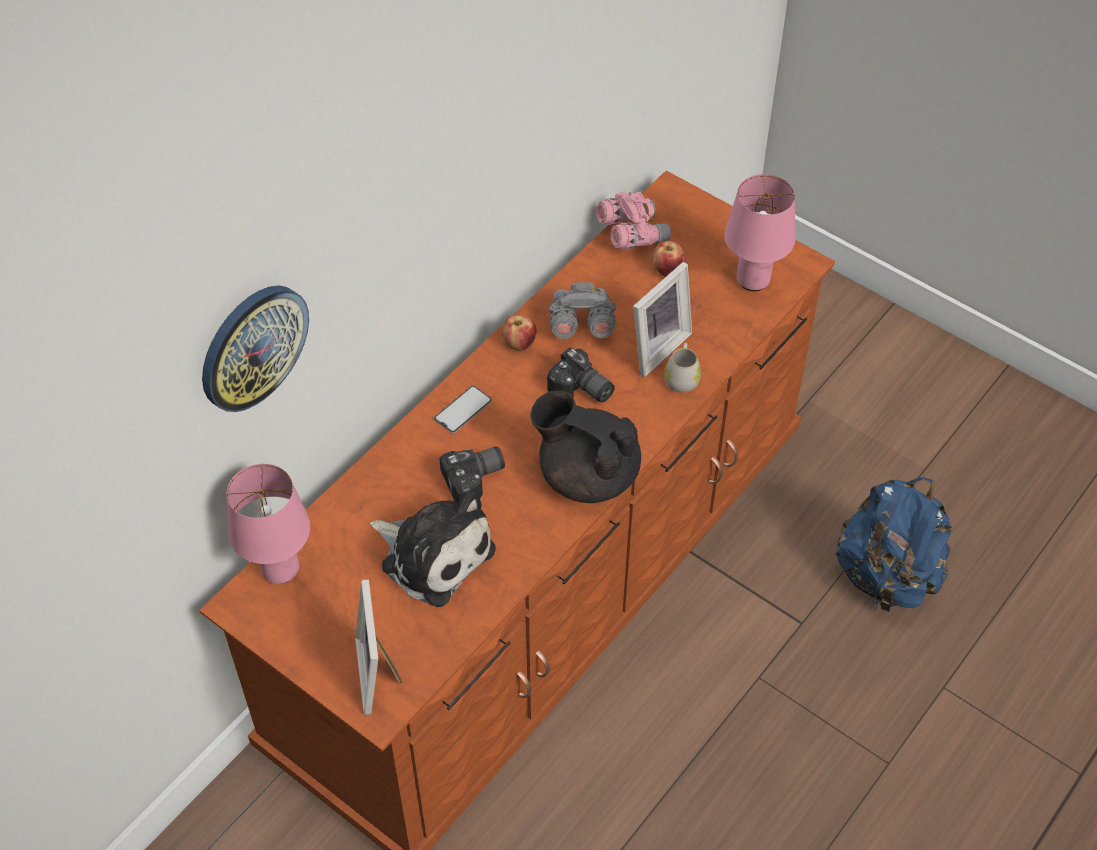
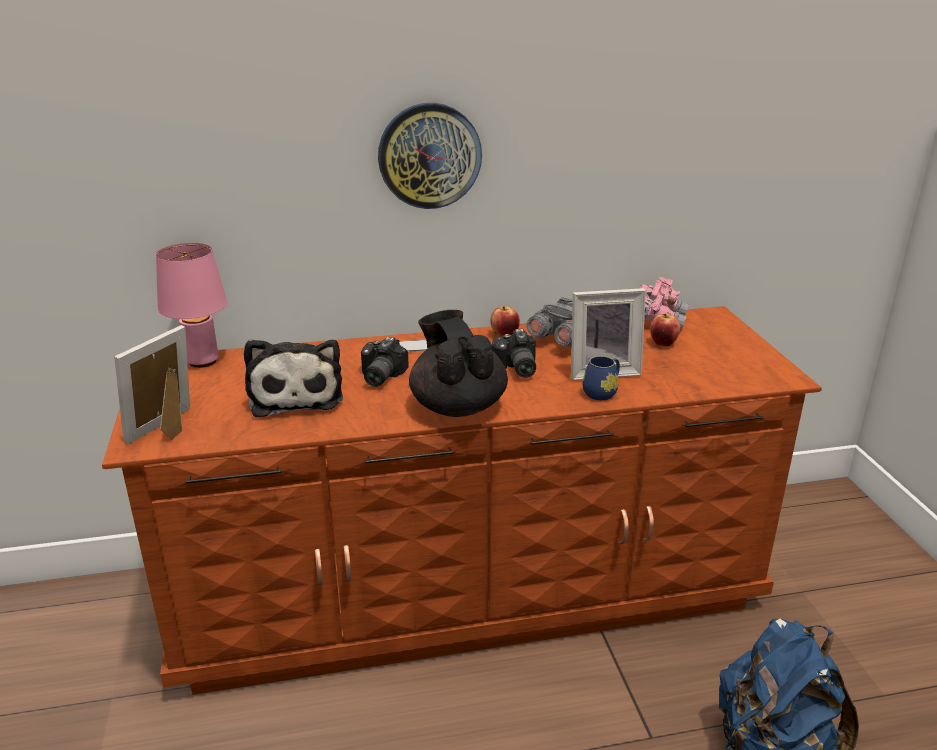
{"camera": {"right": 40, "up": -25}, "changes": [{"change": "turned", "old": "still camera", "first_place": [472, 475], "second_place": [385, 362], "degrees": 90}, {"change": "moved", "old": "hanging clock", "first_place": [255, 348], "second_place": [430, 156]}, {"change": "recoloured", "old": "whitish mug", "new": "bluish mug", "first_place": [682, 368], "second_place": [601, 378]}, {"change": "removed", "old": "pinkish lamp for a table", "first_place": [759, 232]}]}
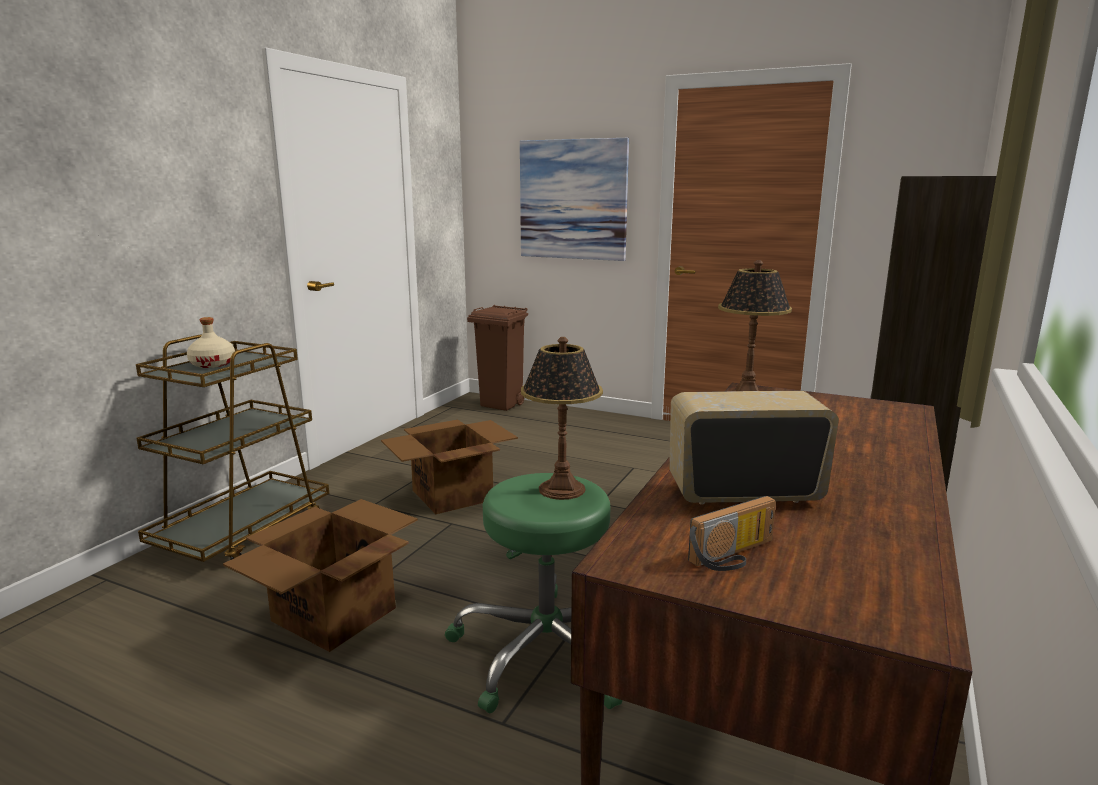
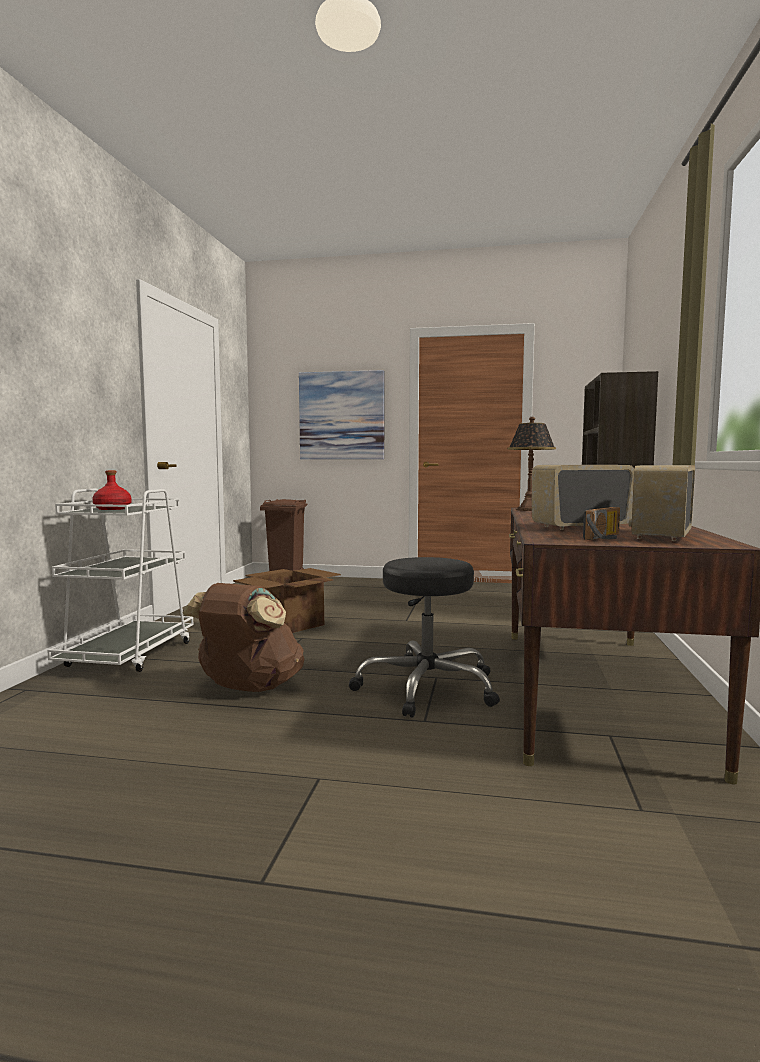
{"camera": {"right": -15, "up": -10}, "changes": [{"change": "recoloured", "old": "brownish cart", "new": "whitish cart", "first_place": [232, 448], "second_place": [120, 580]}, {"change": "recoloured", "old": "sand-coloured bottle", "new": "reddish bottle", "first_place": [211, 342], "second_place": [112, 490]}, {"change": "replaced", "old": "cardboard box", "new": "brownish knapsack", "first_place": [320, 575], "second_place": [243, 637]}, {"change": "recoloured", "old": "green-coloured stool seat", "new": "black stool seat", "first_place": [533, 593], "second_place": [424, 637]}, {"change": "added", "new": "radio receiver", "second_place": [662, 503]}, {"change": "removed", "old": "lamp for a table", "first_place": [562, 418]}]}
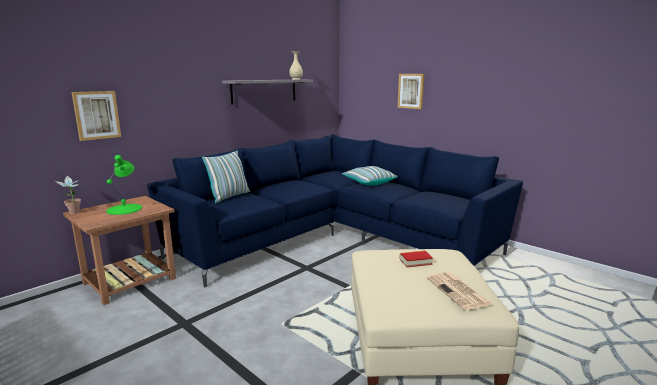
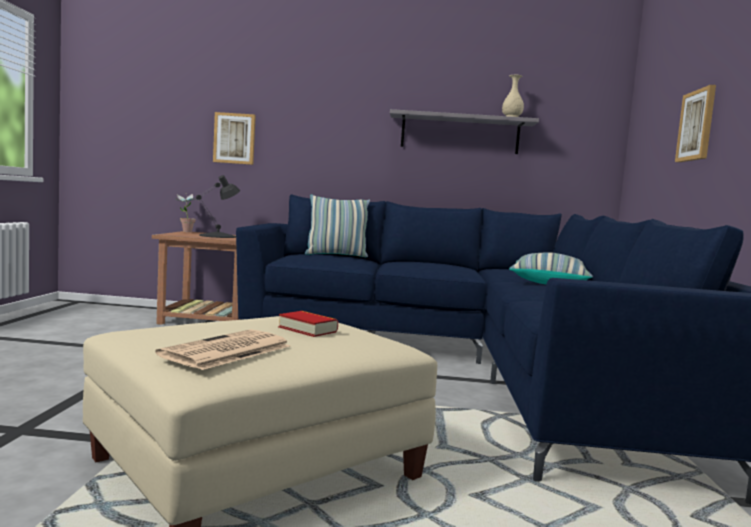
{"camera": {"right": 50, "up": -10}, "changes": [{"change": "recoloured", "old": "green-coloured lamp for a table", "new": "black lamp for a table", "first_place": [124, 185], "second_place": [218, 206]}]}
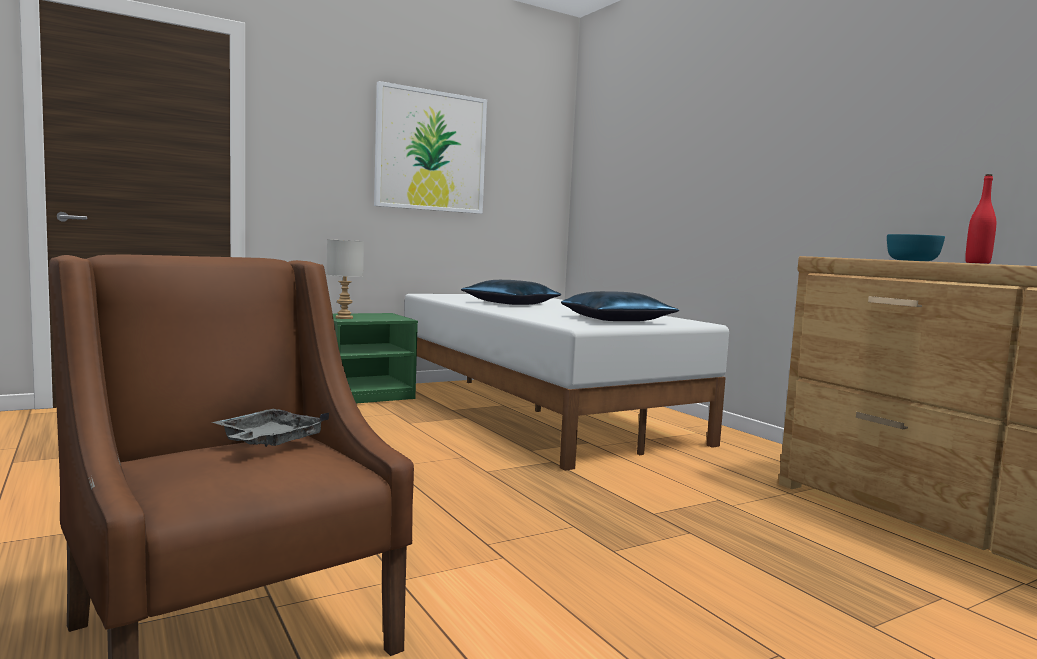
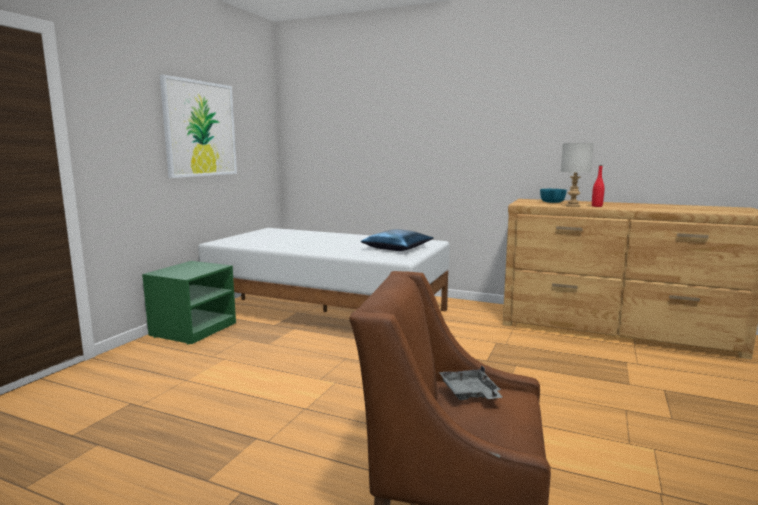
{"camera": {"right": -35, "up": 5}, "changes": [{"change": "moved", "old": "greyish lamp for a table", "first_place": [345, 279], "second_place": [577, 175]}, {"change": "removed", "old": "bluish cushion", "first_place": [511, 292]}]}
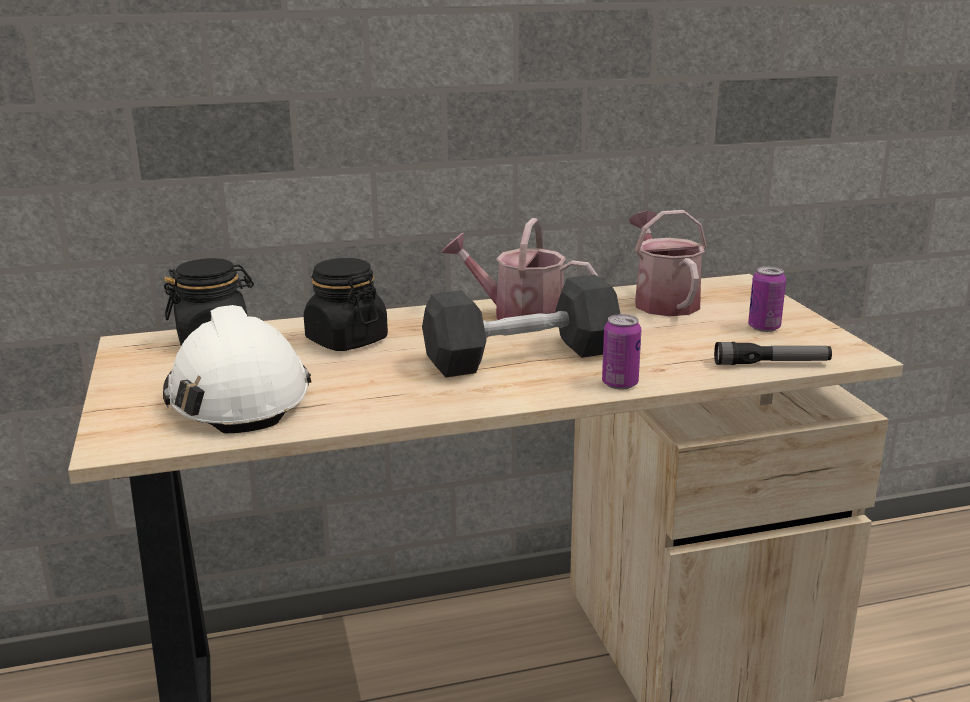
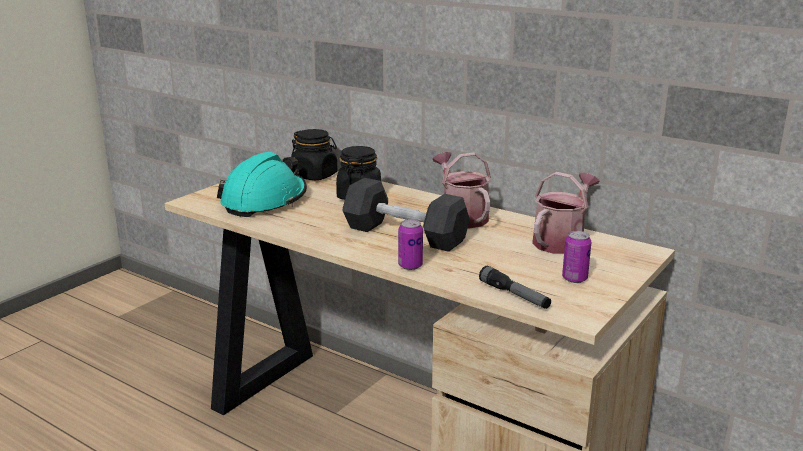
{"camera": {"right": 50, "up": 0}, "changes": [{"change": "recoloured", "old": "whitish hard hat", "new": "turquoise-coloured hard hat", "first_place": [237, 369], "second_place": [262, 184]}]}
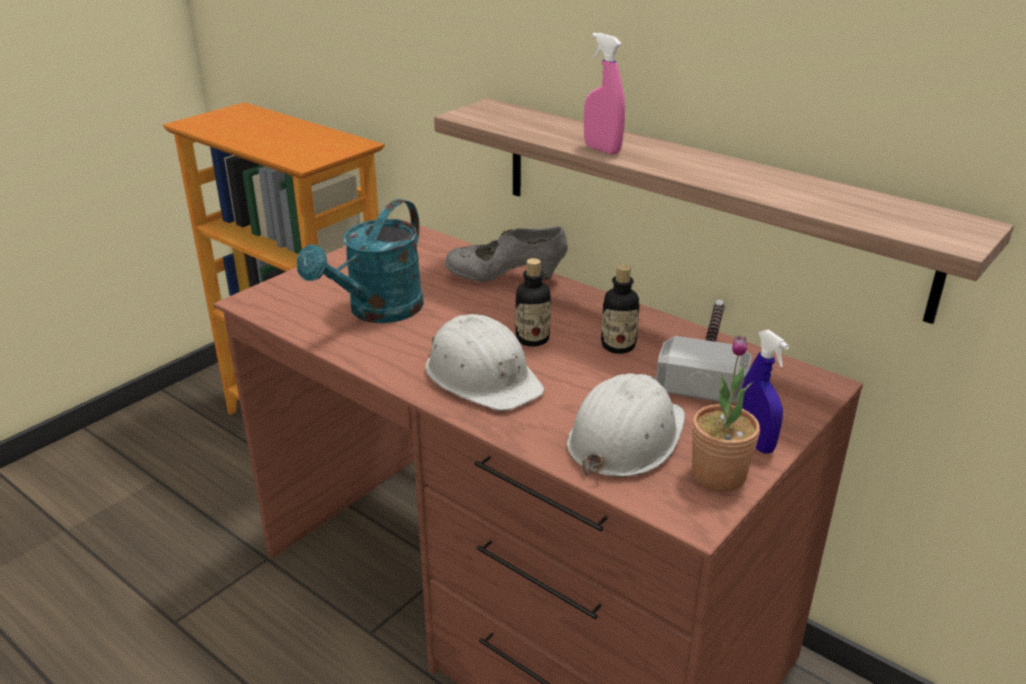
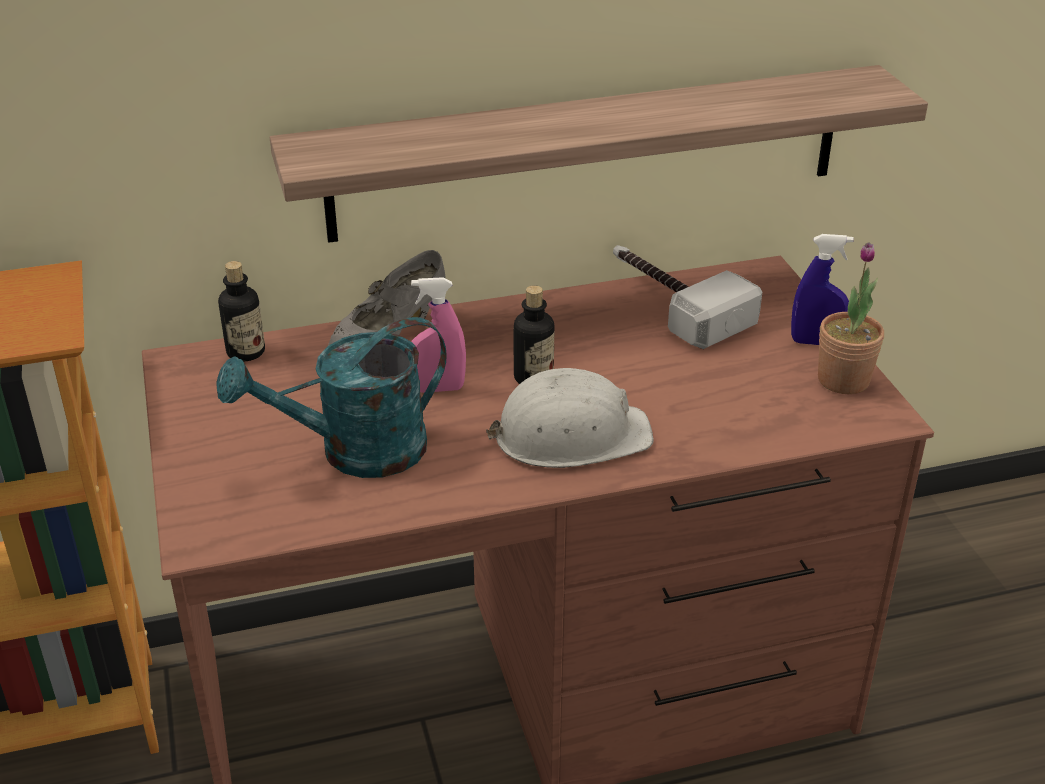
{"camera": {"right": -55, "up": 5}, "changes": [{"change": "turned", "old": "turquoise-coloured watering can", "first_place": [360, 261], "second_place": [331, 397], "degrees": 90}, {"change": "moved", "old": "bottle", "first_place": [620, 309], "second_place": [241, 311]}, {"change": "moved", "old": "pinkish hand sprayer", "first_place": [604, 94], "second_place": [438, 335]}, {"change": "removed", "old": "whitish hard hat", "first_place": [626, 425]}]}
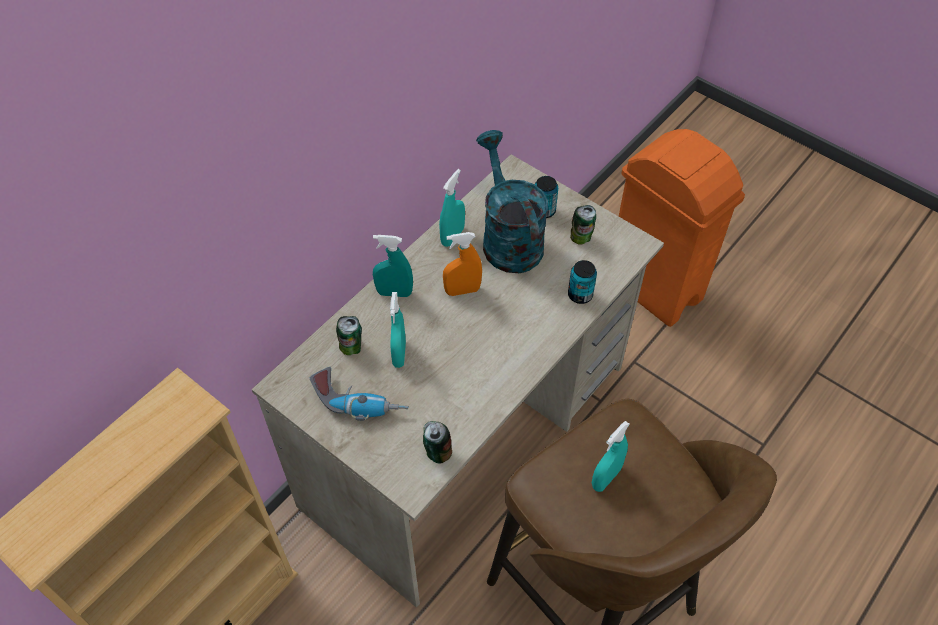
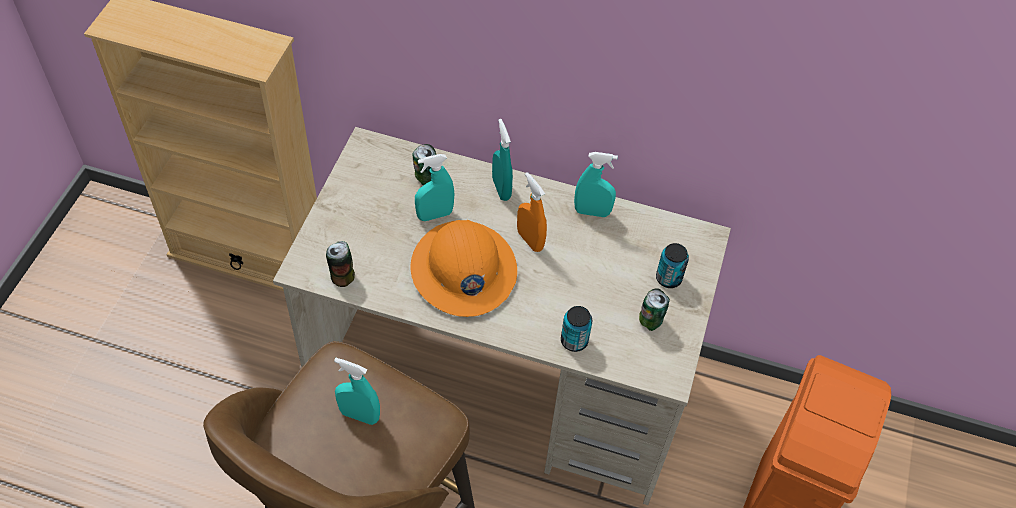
{"camera": {"right": 65, "up": 0}, "changes": [{"change": "added", "new": "orangey hard hat", "second_place": [463, 268]}, {"change": "removed", "old": "drill", "first_place": [359, 394]}, {"change": "removed", "old": "turquoise-coloured watering can", "first_place": [512, 201]}]}
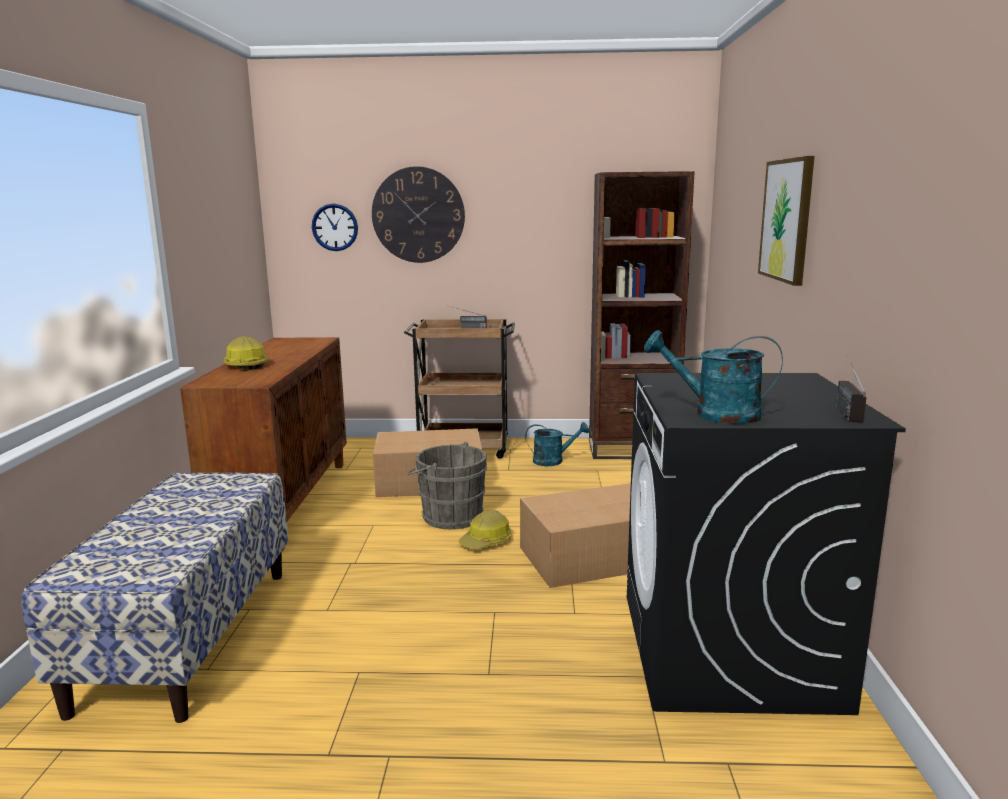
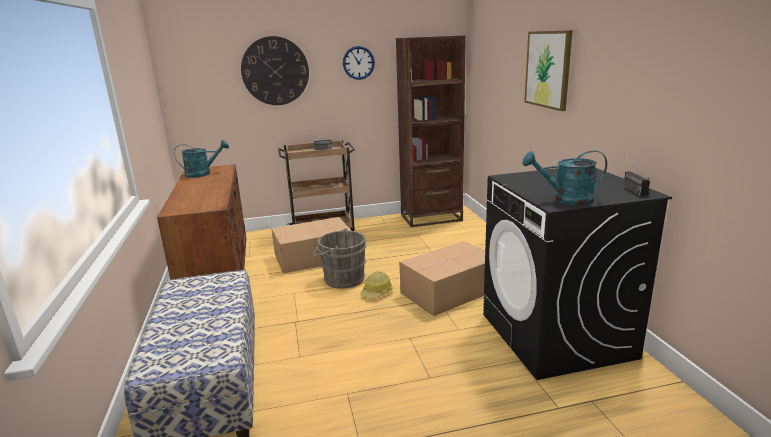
{"camera": {"right": -15, "up": 5}, "changes": [{"change": "moved", "old": "turquoise-coloured watering can", "first_place": [557, 444], "second_place": [201, 159]}, {"change": "moved", "old": "hanging clock", "first_place": [335, 227], "second_place": [359, 63]}, {"change": "removed", "old": "hard hat", "first_place": [245, 353]}]}
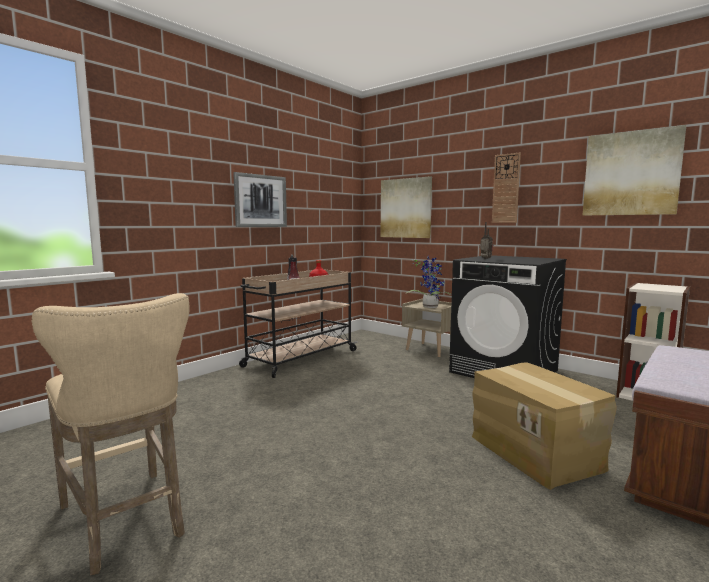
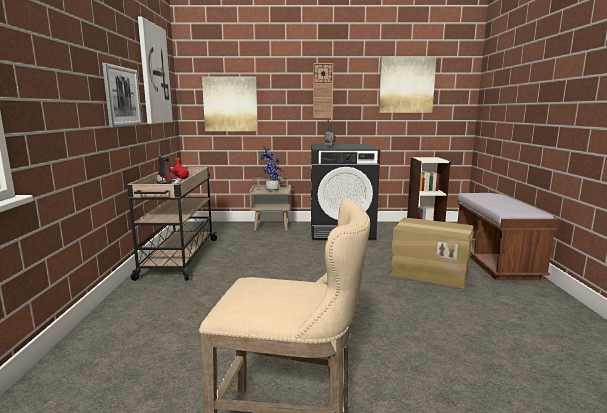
{"camera": {"right": -40, "up": 5}, "changes": [{"change": "added", "new": "picture", "second_place": [155, 70]}]}
